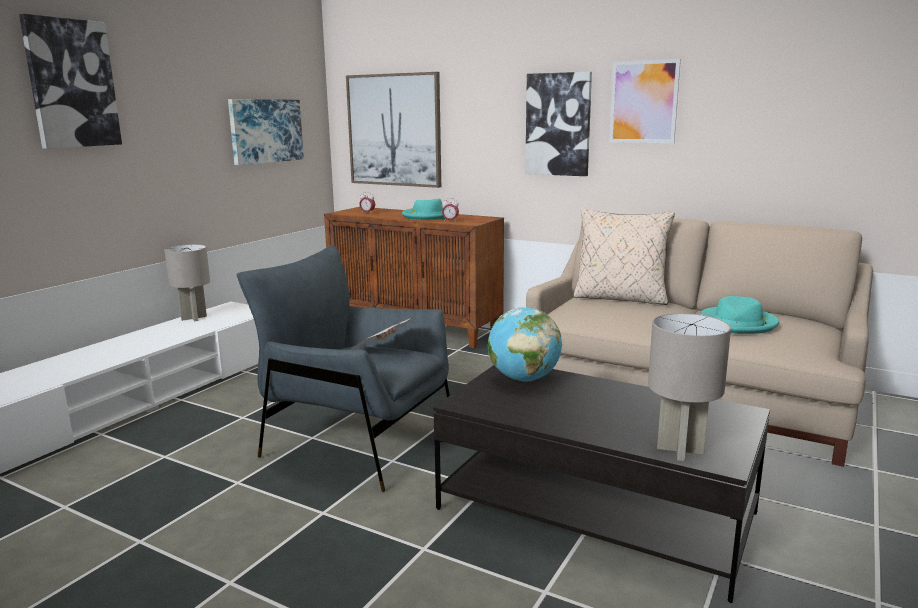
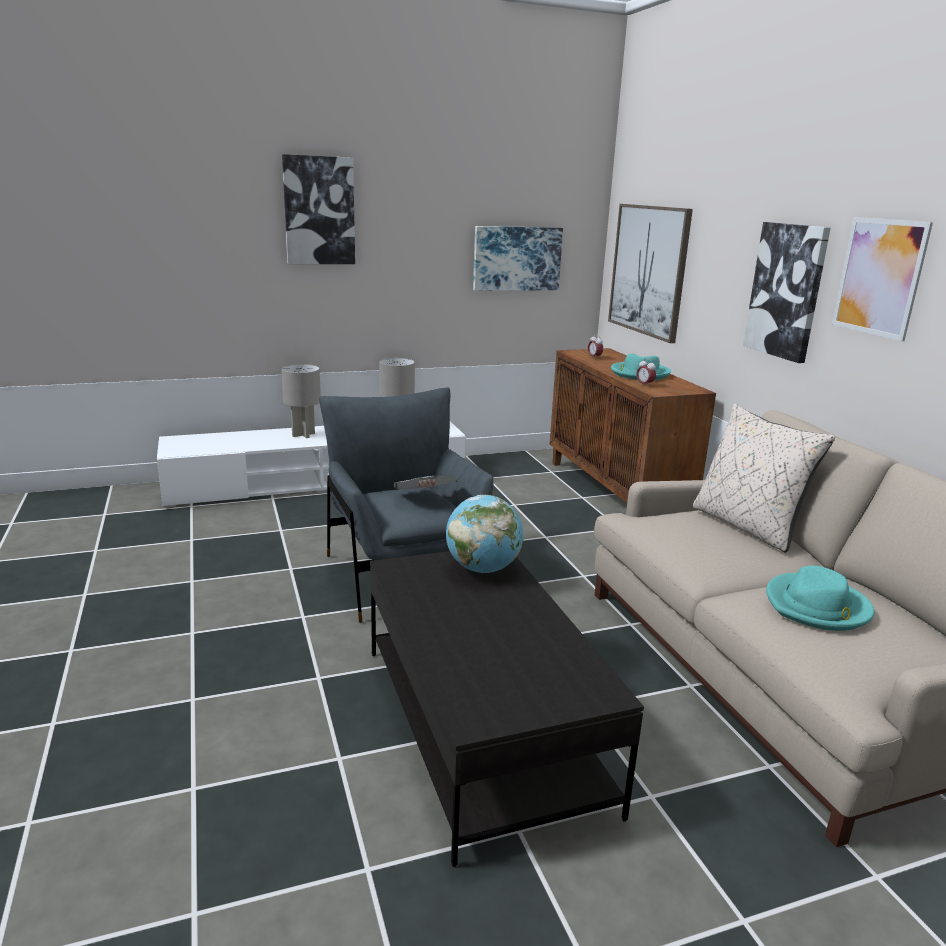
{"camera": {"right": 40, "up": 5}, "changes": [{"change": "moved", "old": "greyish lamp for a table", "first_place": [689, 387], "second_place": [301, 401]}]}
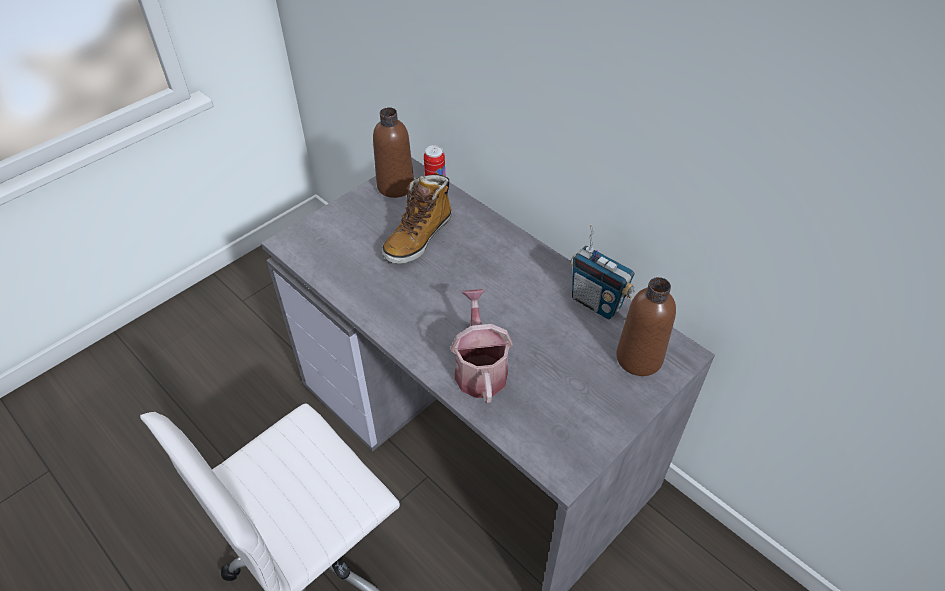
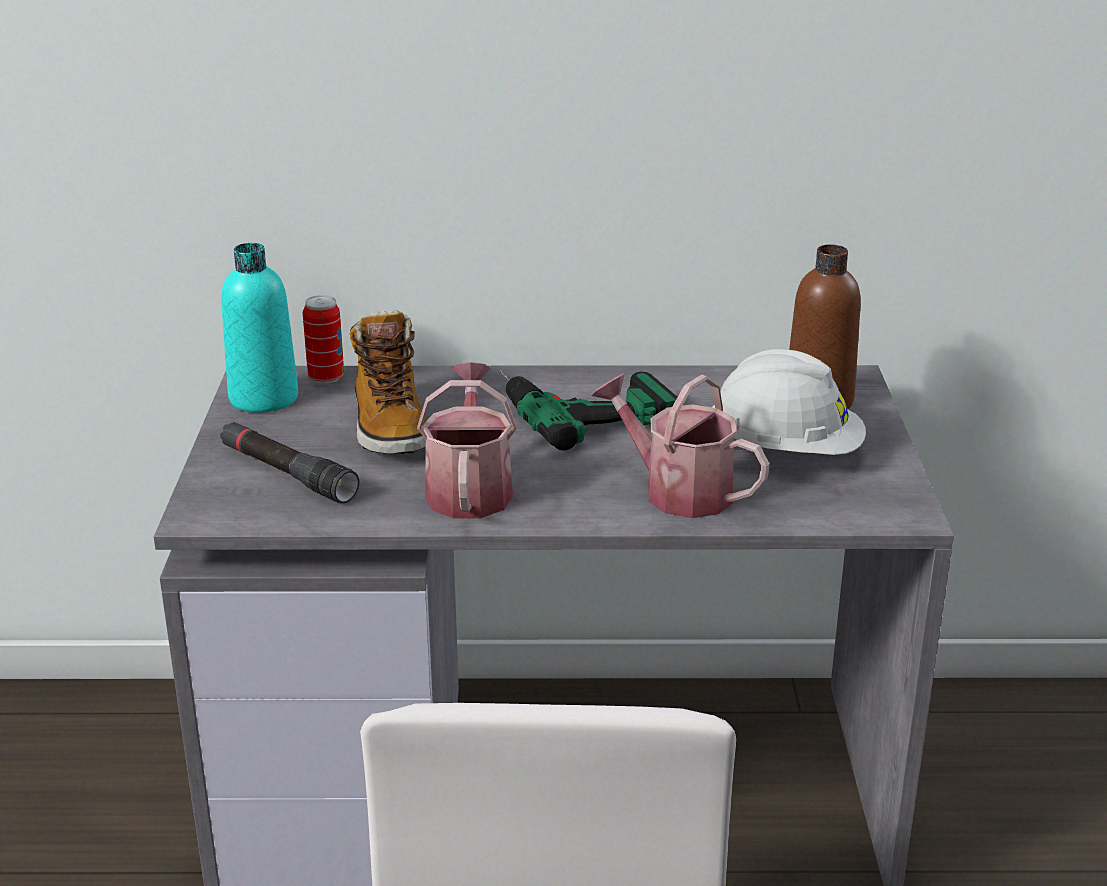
{"camera": {"right": -45, "up": -20}, "changes": [{"change": "added", "new": "black torch", "second_place": [289, 462]}, {"change": "recoloured", "old": "brownish bottle", "new": "turquoise-coloured bottle", "first_place": [393, 152], "second_place": [259, 328]}, {"change": "added", "new": "watering can", "second_place": [467, 440]}, {"change": "added", "new": "drill", "second_place": [588, 410]}, {"change": "added", "new": "whitish hard hat", "second_place": [789, 402]}, {"change": "removed", "old": "radio receiver", "first_place": [602, 271]}]}
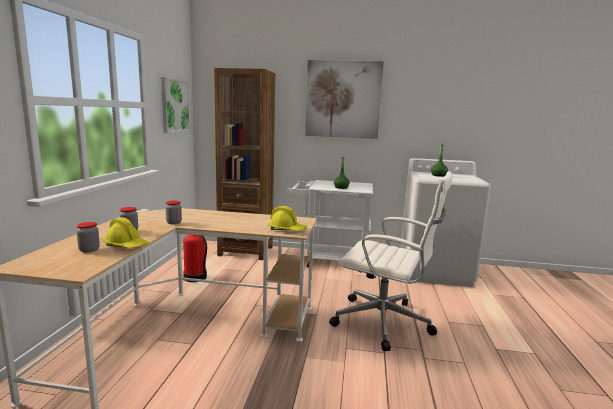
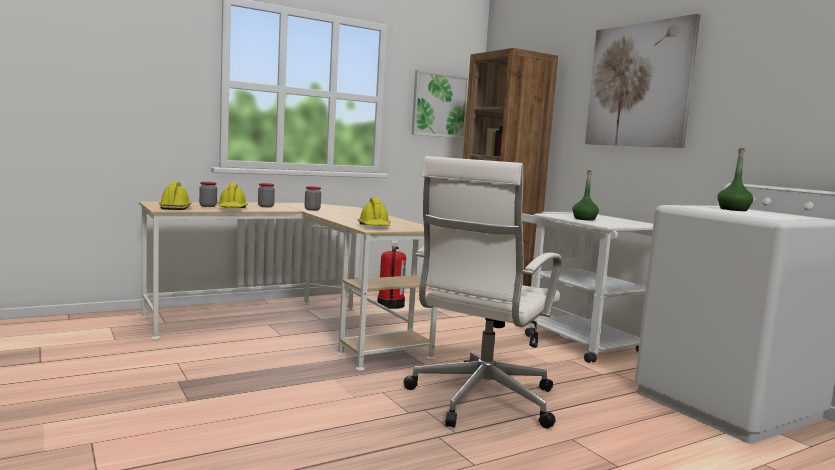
{"camera": {"right": 50, "up": -5}, "changes": [{"change": "added", "new": "yellow hard hat", "second_place": [175, 195]}, {"change": "turned", "old": "whitish desk chair", "first_place": [390, 261], "second_place": [482, 292], "degrees": 45}]}
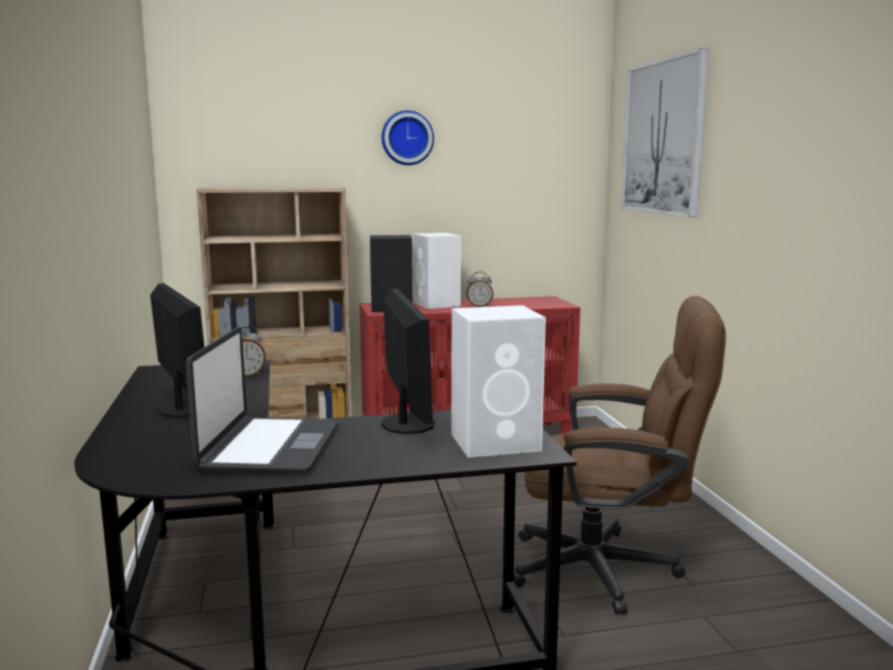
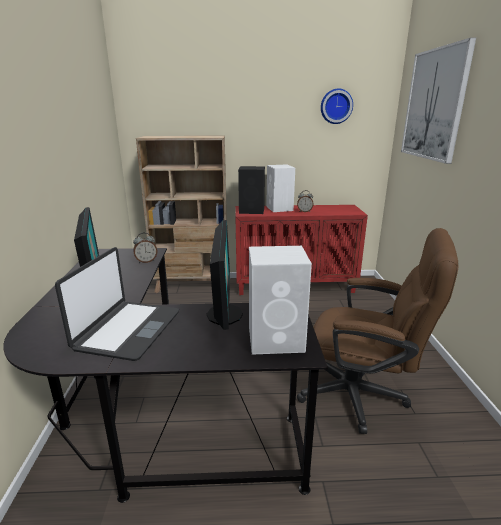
{"camera": {"right": 10, "up": 10}, "changes": [{"change": "moved", "old": "hanging clock", "first_place": [408, 137], "second_place": [337, 106]}]}
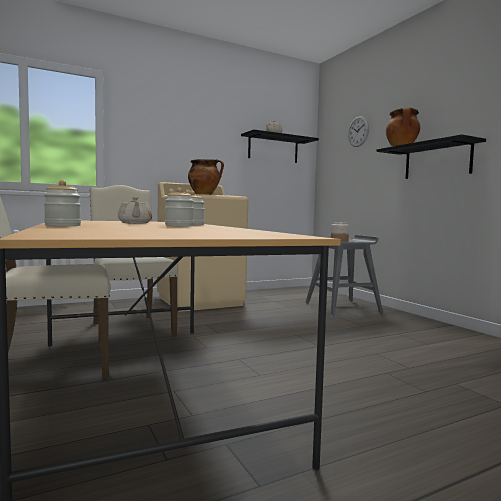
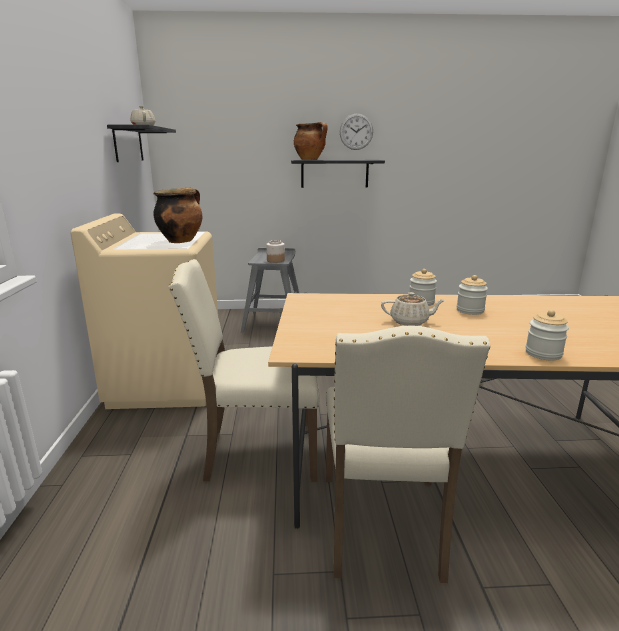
{"camera": {"right": -65, "up": 15}, "changes": [{"change": "moved", "old": "hanging clock", "first_place": [358, 131], "second_place": [356, 132]}]}
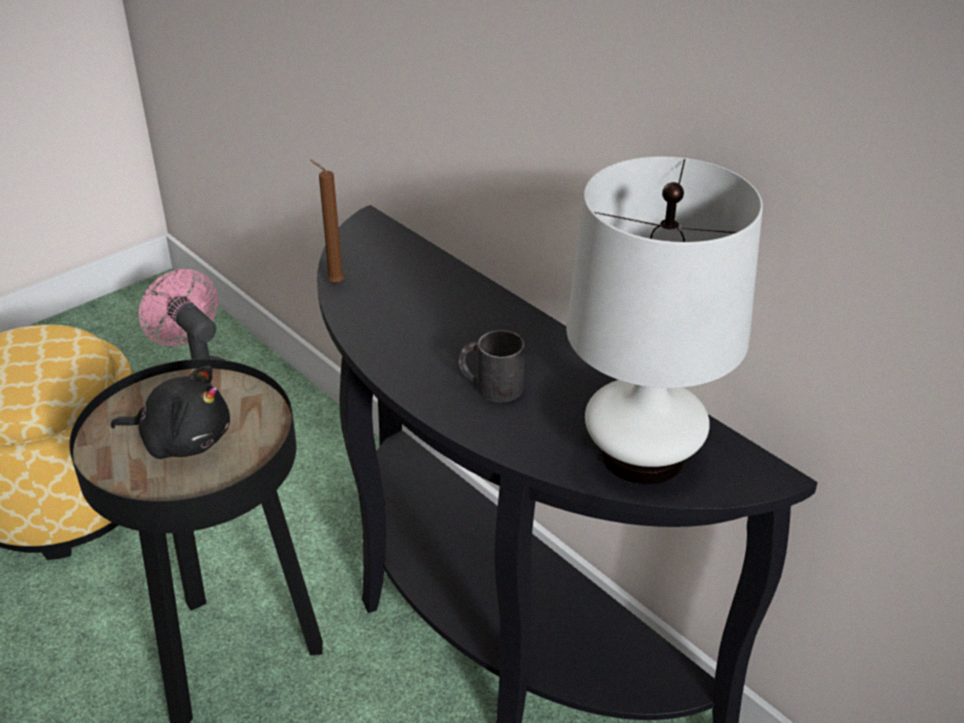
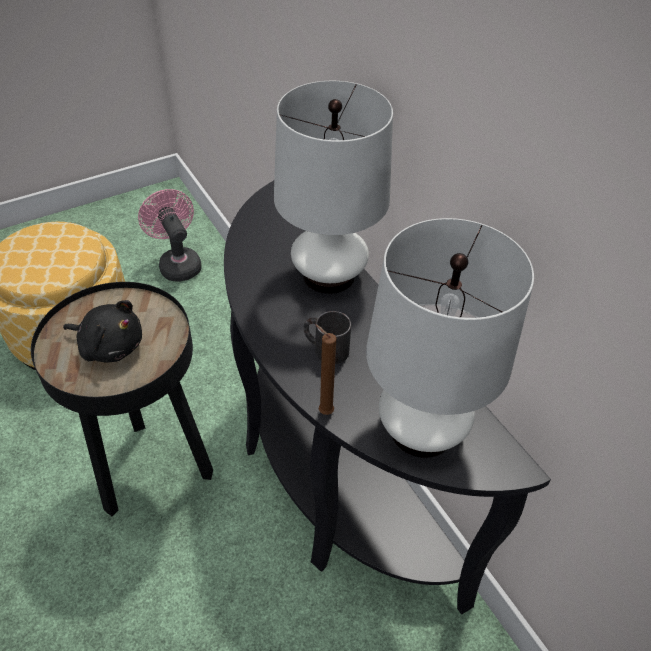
{"camera": {"right": 10, "up": 10}, "changes": [{"change": "added", "new": "whitish lamp for a table", "second_place": [333, 187]}, {"change": "moved", "old": "brownish wax light", "first_place": [327, 222], "second_place": [325, 369]}]}
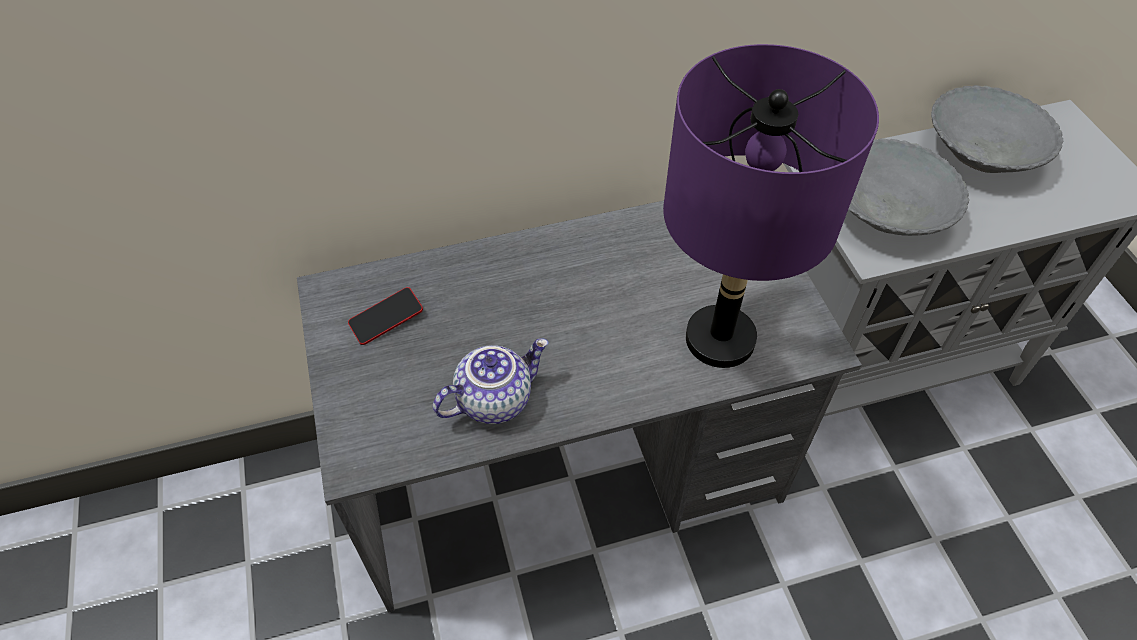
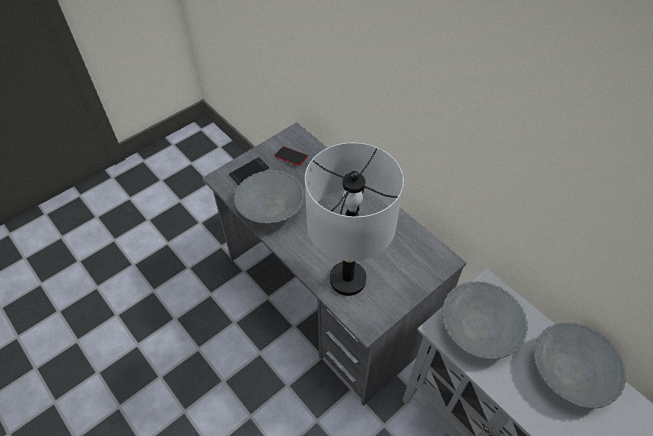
{"camera": {"right": 65, "up": 0}, "changes": [{"change": "added", "new": "handset", "second_place": [249, 171]}, {"change": "replaced", "old": "teapot", "new": "greyish deep dish", "first_place": [491, 381], "second_place": [269, 197]}, {"change": "recoloured", "old": "purple-coloured lamp for a table", "new": "greyish lamp for a table", "first_place": [771, 206], "second_place": [354, 219]}]}
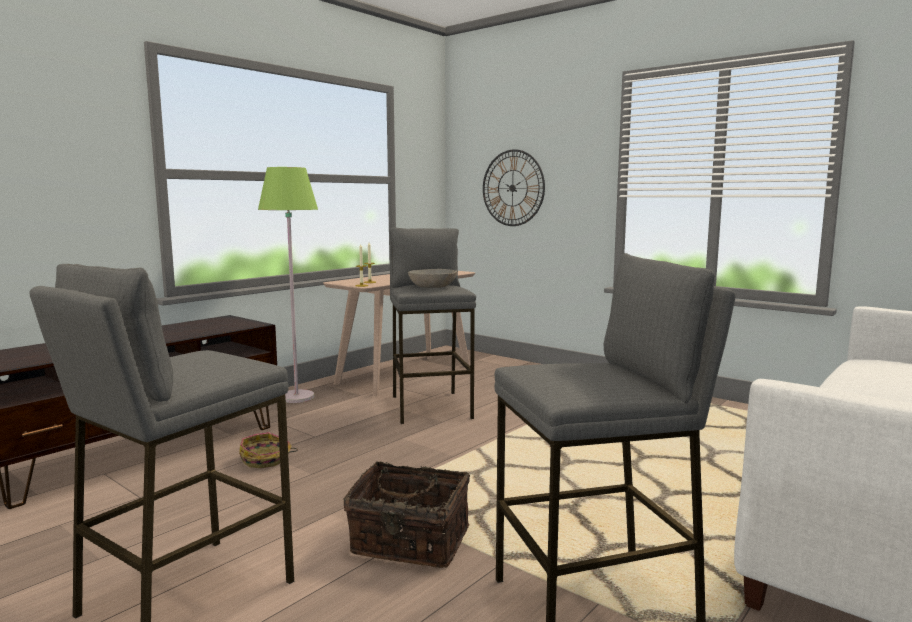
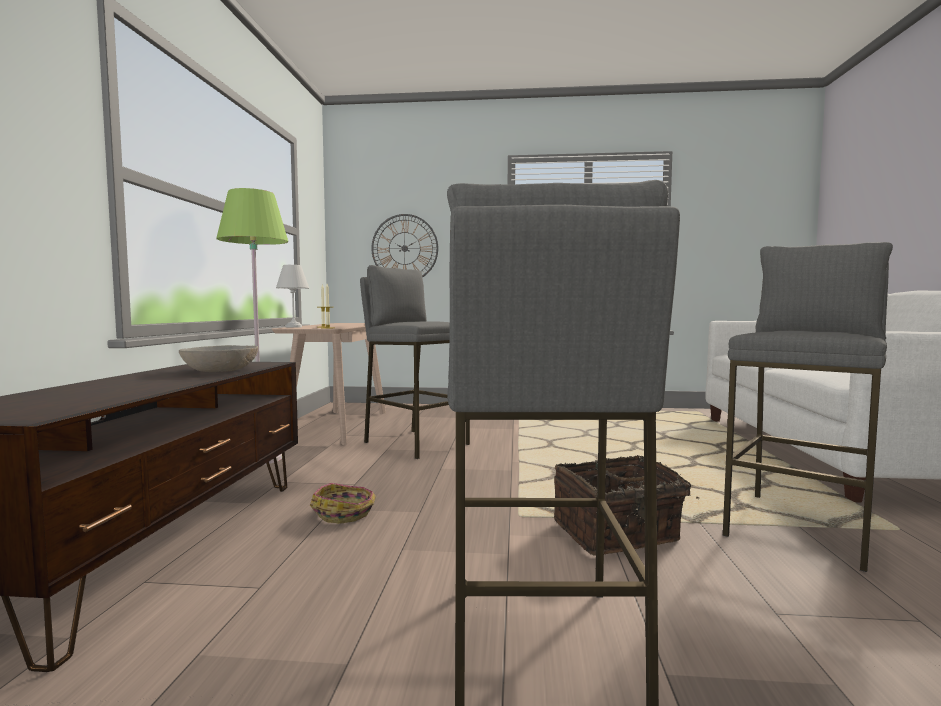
{"camera": {"right": -35, "up": -5}, "changes": [{"change": "moved", "old": "greyish deep dish", "first_place": [432, 278], "second_place": [218, 358]}, {"change": "added", "new": "whitish lamp for a table", "second_place": [292, 296]}]}
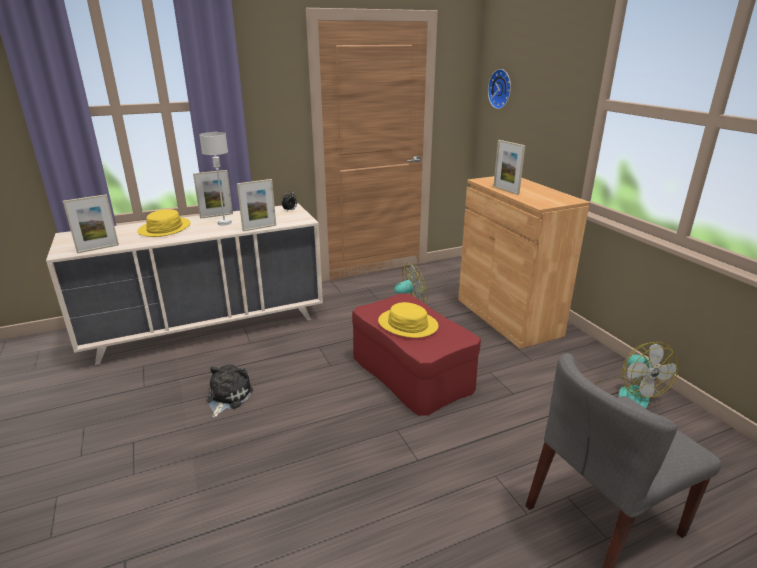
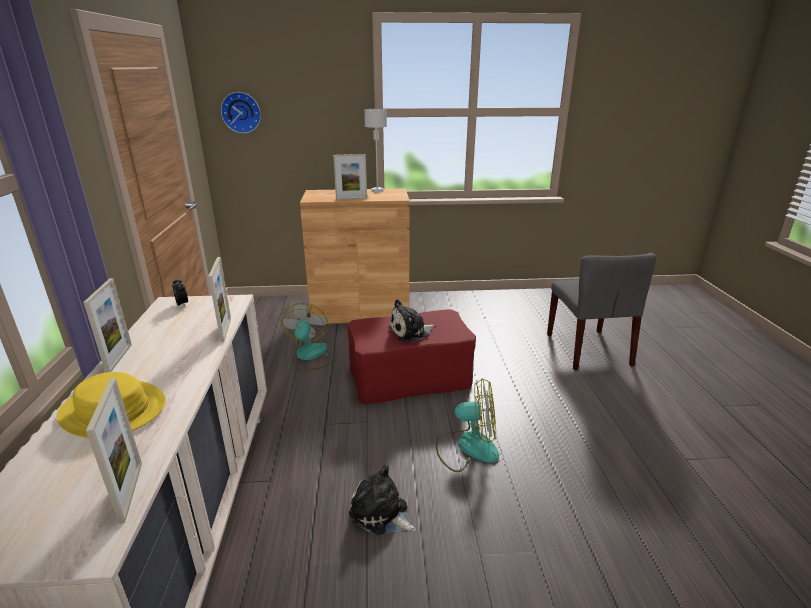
{"camera": {"right": -70, "up": 0}, "changes": [{"change": "moved", "old": "greyish lamp for a table", "first_place": [215, 178], "second_place": [375, 150]}, {"change": "replaced", "old": "yellow clothing hat", "new": "soft toy", "first_place": [408, 320], "second_place": [411, 320]}, {"change": "moved", "old": "cooling fan", "first_place": [637, 375], "second_place": [467, 425]}]}
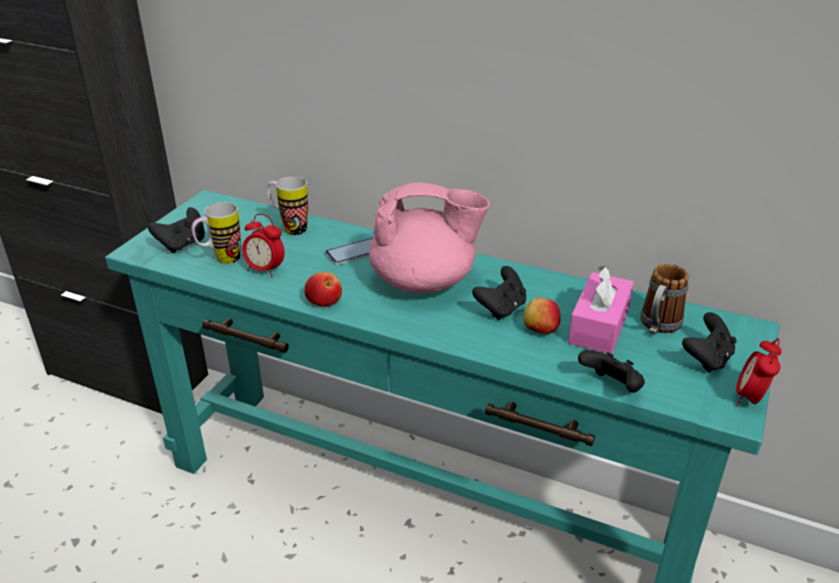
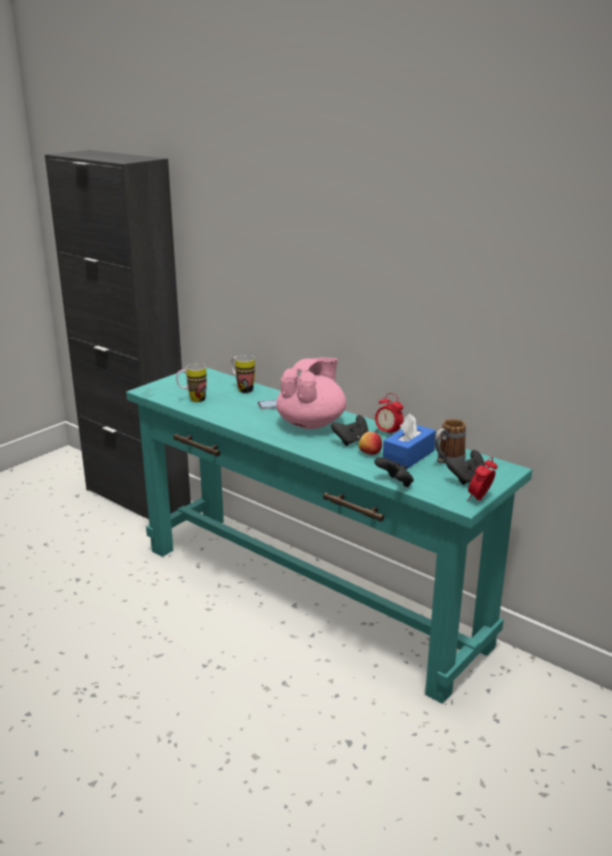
{"camera": {"right": 15, "up": -10}, "changes": [{"change": "turned", "old": "pinkish teapot", "first_place": [429, 238], "second_place": [311, 393], "degrees": -75}, {"change": "moved", "old": "alarm clock", "first_place": [263, 246], "second_place": [389, 413]}, {"change": "recoloured", "old": "pinkish tissue holder", "new": "bluish tissue holder", "first_place": [601, 309], "second_place": [409, 442]}, {"change": "removed", "old": "black joypad", "first_place": [176, 230]}, {"change": "removed", "old": "whole apple", "first_place": [323, 289]}]}
